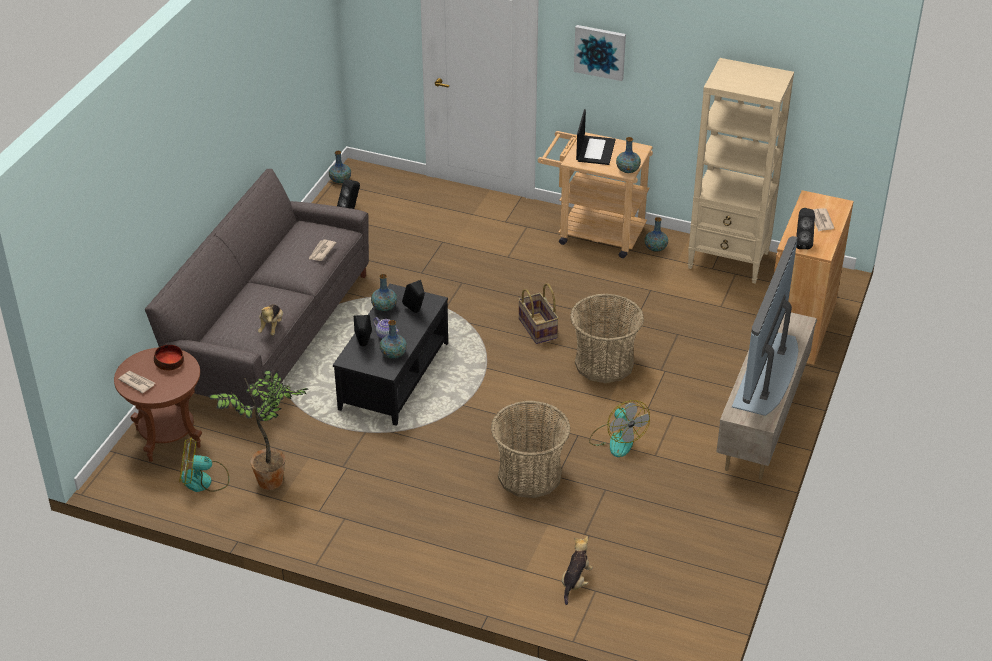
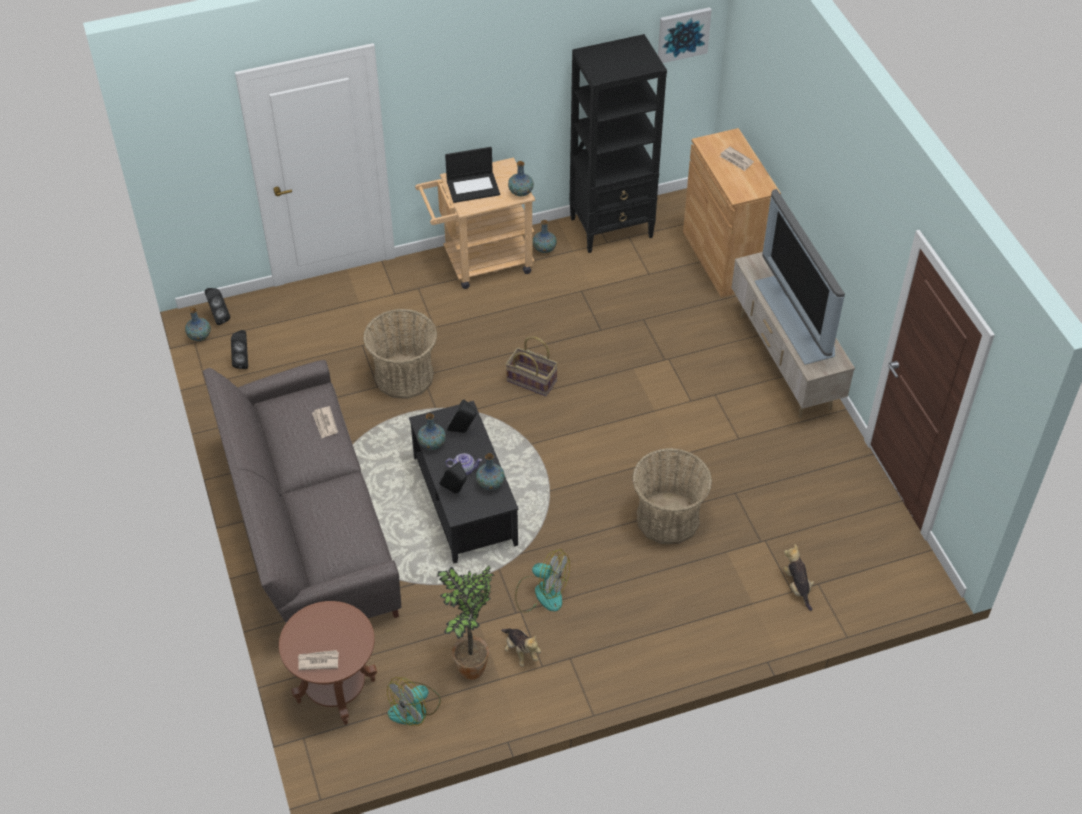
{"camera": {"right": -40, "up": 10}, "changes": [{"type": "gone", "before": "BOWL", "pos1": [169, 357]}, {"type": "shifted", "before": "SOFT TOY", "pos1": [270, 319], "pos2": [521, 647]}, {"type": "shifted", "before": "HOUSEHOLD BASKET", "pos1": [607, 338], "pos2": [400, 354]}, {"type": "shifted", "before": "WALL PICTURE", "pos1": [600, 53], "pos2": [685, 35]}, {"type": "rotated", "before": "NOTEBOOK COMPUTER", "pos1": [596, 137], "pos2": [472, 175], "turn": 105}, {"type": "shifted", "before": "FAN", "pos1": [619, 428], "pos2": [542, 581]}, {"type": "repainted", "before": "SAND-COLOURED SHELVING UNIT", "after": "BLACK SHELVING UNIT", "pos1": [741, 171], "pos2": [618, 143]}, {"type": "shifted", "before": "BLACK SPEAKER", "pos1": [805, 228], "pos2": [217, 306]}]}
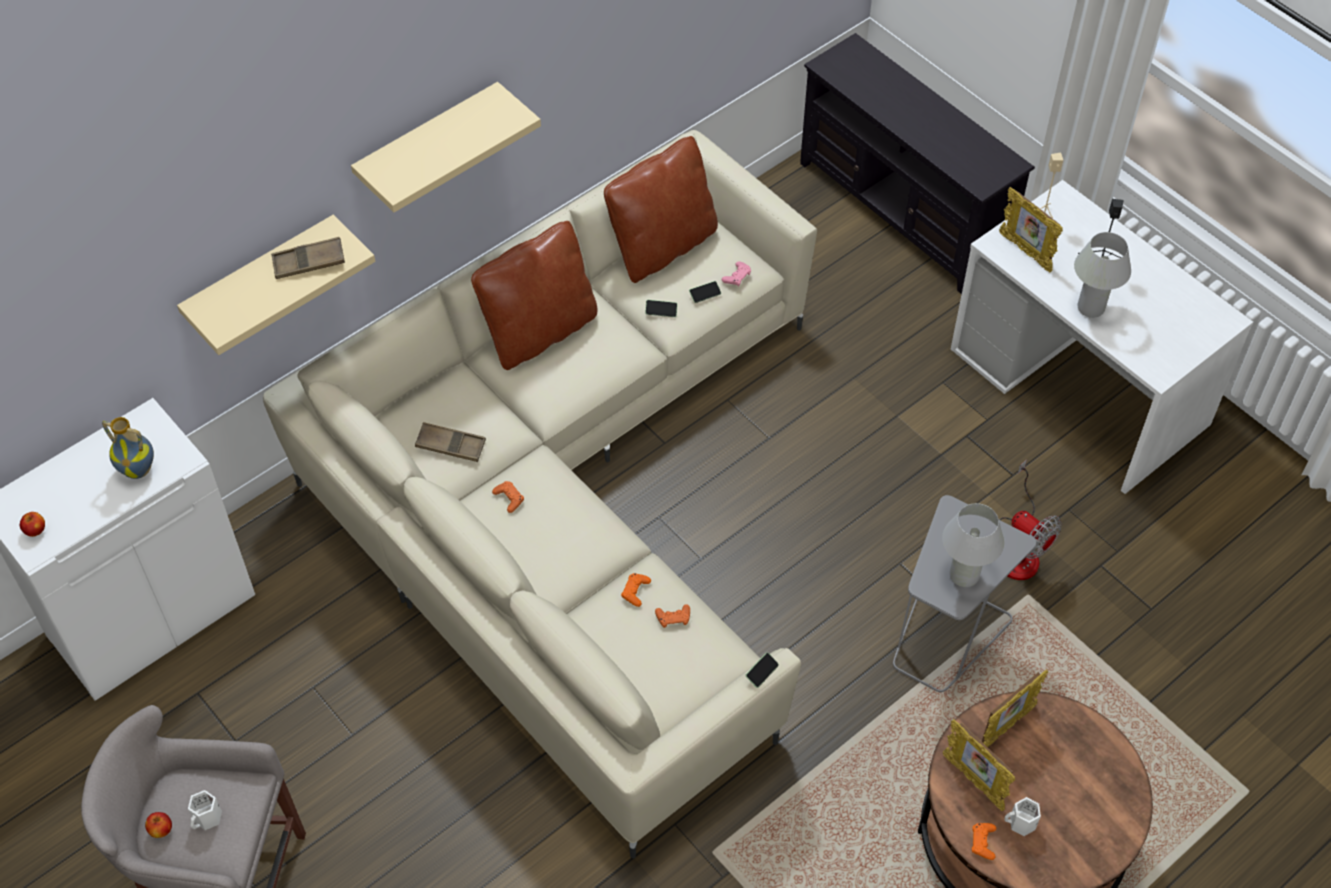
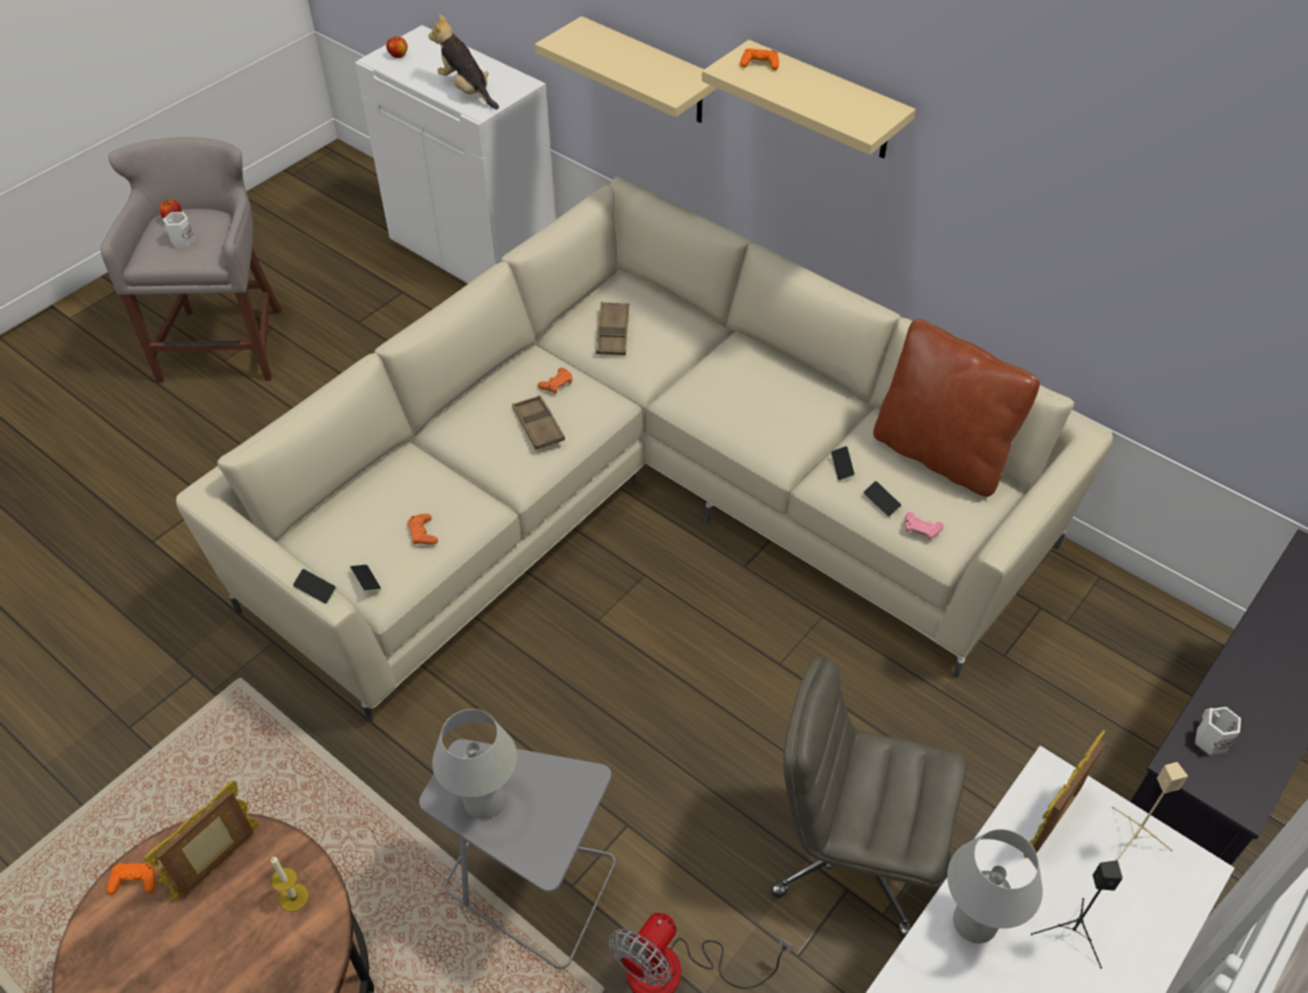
{"camera": {"right": 80, "up": -5}, "changes": [{"type": "swapped", "before": "DECORATIVE VASE", "after": "SOFT TOY", "pos1": [128, 448], "pos2": [463, 62]}, {"type": "shifted", "before": "BROWN CARRYING TRAY", "pos1": [308, 258], "pos2": [538, 422]}, {"type": "gone", "before": "BROWN CUSHION", "pos1": [534, 295]}, {"type": "shifted", "before": "ORANGE GAMEPAD", "pos1": [636, 590], "pos2": [759, 59]}, {"type": "swapped", "before": "PICTURE FRAME", "after": "WAX CANDLE", "pos1": [1015, 708], "pos2": [290, 884]}, {"type": "shifted", "before": "WHITE-COLOURED TEA MUG", "pos1": [1023, 816], "pos2": [1218, 731]}, {"type": "new", "after": "HANDSET", "pos2": [365, 578]}, {"type": "new", "after": "GREY COMPUTER CHAIR", "pos2": [869, 797]}]}
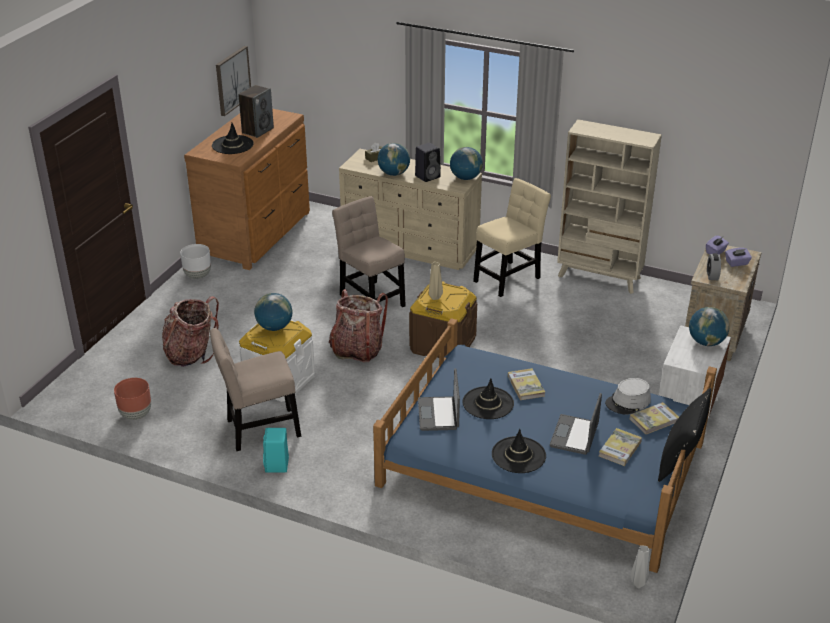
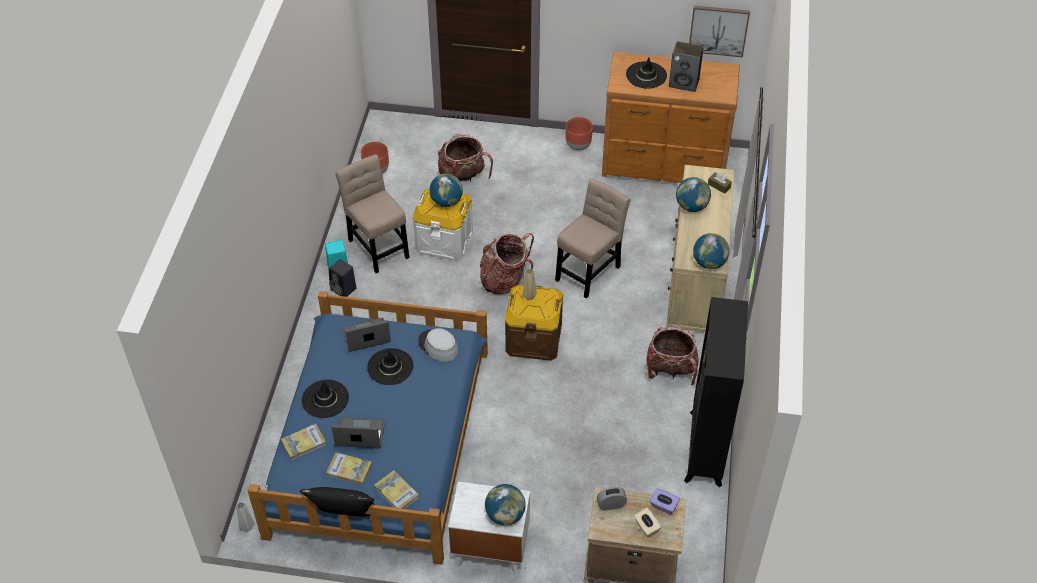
{"camera": {"right": 75, "up": 15}, "changes": [{"type": "repainted", "before": "WHITE-COLOURED PLANT POT", "after": "BROWN PLANT POT", "pos1": [195, 261], "pos2": [579, 134]}, {"type": "shifted", "before": "BLACK SPEAKER", "pos1": [428, 162], "pos2": [342, 278]}, {"type": "swapped", "before": "SAND-COLOURED PLAIN CHAIR", "after": "RUCKSACK", "pos1": [512, 237], "pos2": [672, 354]}, {"type": "shifted", "before": "BOUND BOOK", "pos1": [526, 384], "pos2": [304, 442]}, {"type": "repainted", "before": "SAND-COLOURED SHELVING UNIT", "after": "BLACK SHELVING UNIT", "pos1": [609, 206], "pos2": [716, 392]}, {"type": "shifted", "before": "GREY WEARABLE HAT", "pos1": [628, 396], "pos2": [438, 344]}, {"type": "repainted", "before": "PURPLISH BOX OF TISSUES", "after": "SAND-COLOURED BOX OF TISSUES", "pos1": [738, 257], "pos2": [647, 522]}]}
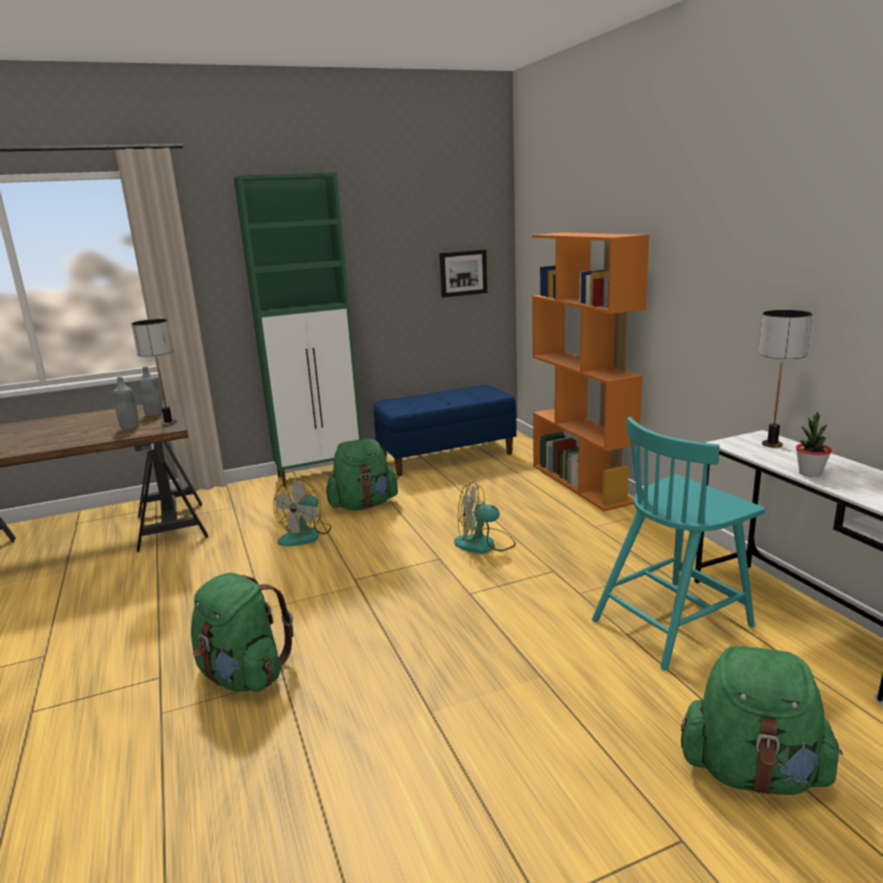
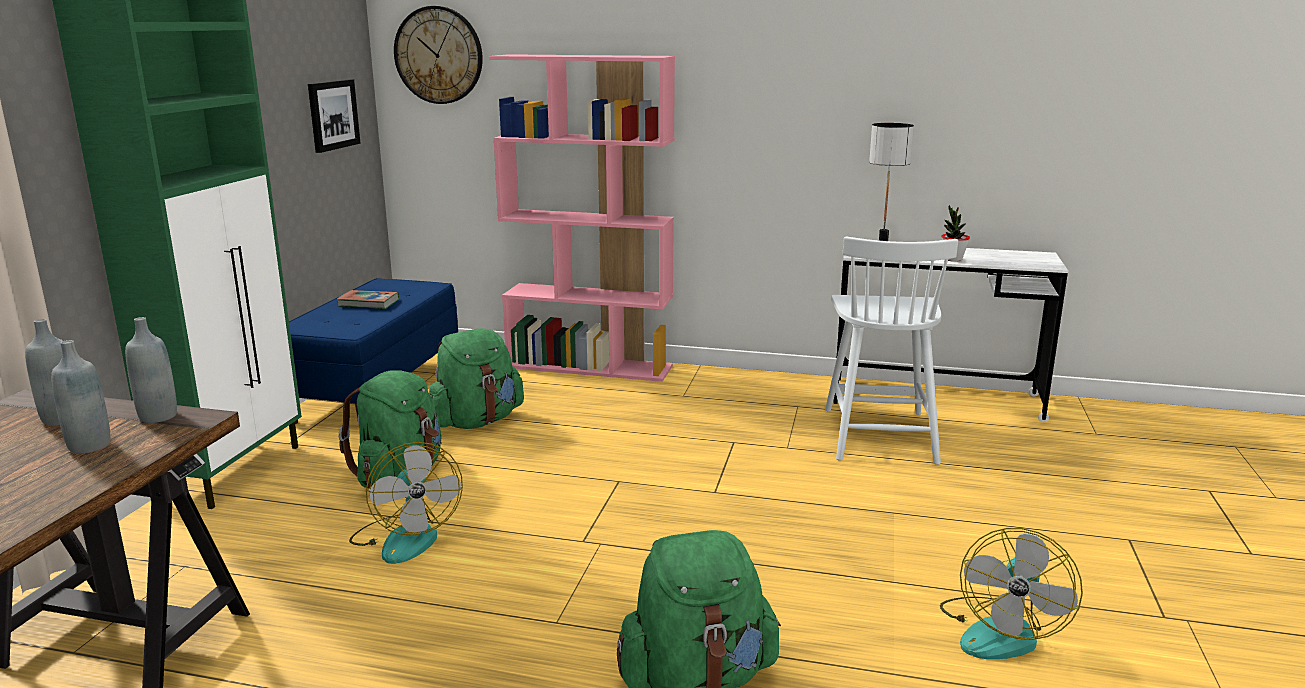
{"camera": {"right": -55, "up": 0}, "changes": [{"type": "swapped", "before": "TABLETOP LAMP", "after": "GREY DRINK BOTTLE", "pos1": [154, 372], "pos2": [151, 370]}, {"type": "shifted", "before": "FAN", "pos1": [485, 518], "pos2": [1011, 593]}, {"type": "repainted", "before": "ORANGE SHELVING UNIT", "after": "PINK-COLOURED SHELVING UNIT", "pos1": [590, 372], "pos2": [582, 218]}, {"type": "repainted", "before": "TURQUOISE PLAIN CHAIR", "after": "WHITE-COLOURED PLAIN CHAIR", "pos1": [678, 543], "pos2": [891, 350]}, {"type": "shifted", "before": "GREEN RUCKSACK", "pos1": [762, 720], "pos2": [476, 378]}, {"type": "new", "after": "BOUND BOOK", "pos2": [368, 299]}, {"type": "new", "after": "CLOCK ON THE WALL", "pos2": [438, 55]}]}
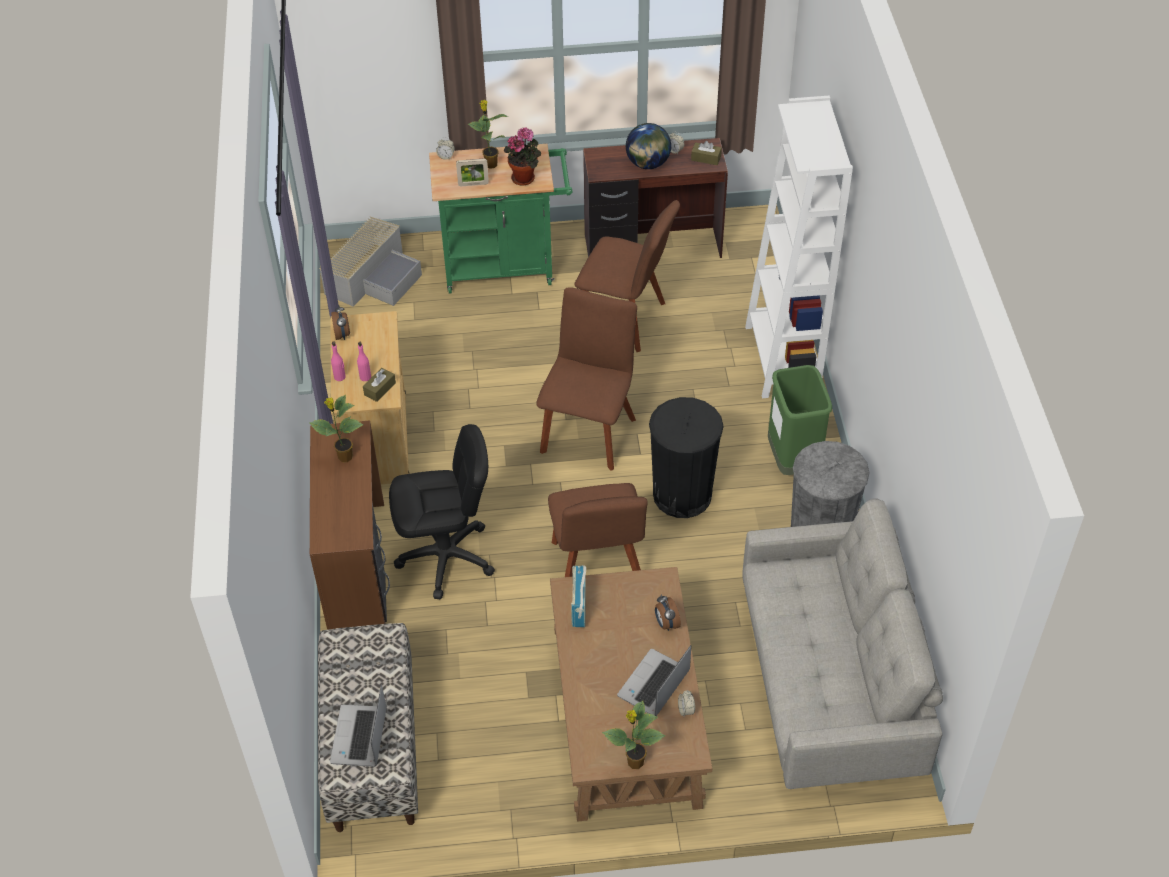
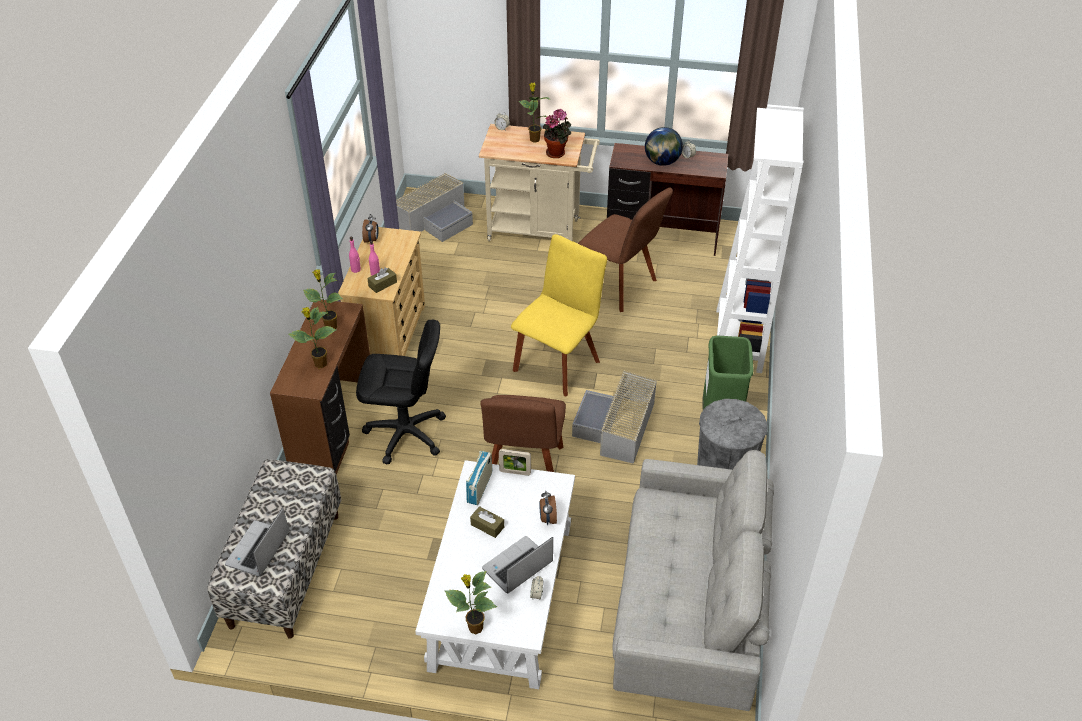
{"camera": {"right": 15, "up": -5}, "changes": [{"type": "repainted", "before": "GREEN CART", "after": "SAND-COLOURED CART", "pos1": [500, 219], "pos2": [539, 182]}, {"type": "shifted", "before": "PICTURE FRAME", "pos1": [472, 172], "pos2": [515, 462]}, {"type": "repainted", "before": "BROWN PLAIN CHAIR", "after": "YELLOW PLAIN CHAIR", "pos1": [586, 379], "pos2": [559, 315]}, {"type": "repainted", "before": "BROWN LOUNGE TABLE", "after": "WHITE-COLOURED LOUNGE TABLE", "pos1": [631, 694], "pos2": [495, 574]}, {"type": "swapped", "before": "BLACK RUBBISH BIN", "after": "GREY STORAGE BIN", "pos1": [686, 457], "pos2": [614, 417]}, {"type": "shifted", "before": "BROWN BOX OF TISSUES", "pos1": [706, 153], "pos2": [487, 522]}, {"type": "new", "after": "HOUSEPLANT", "pos2": [312, 337]}]}
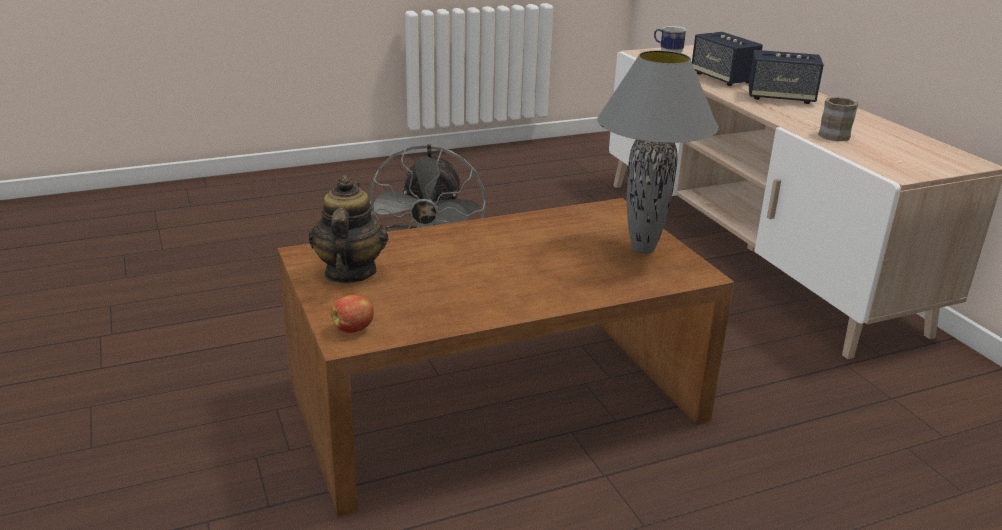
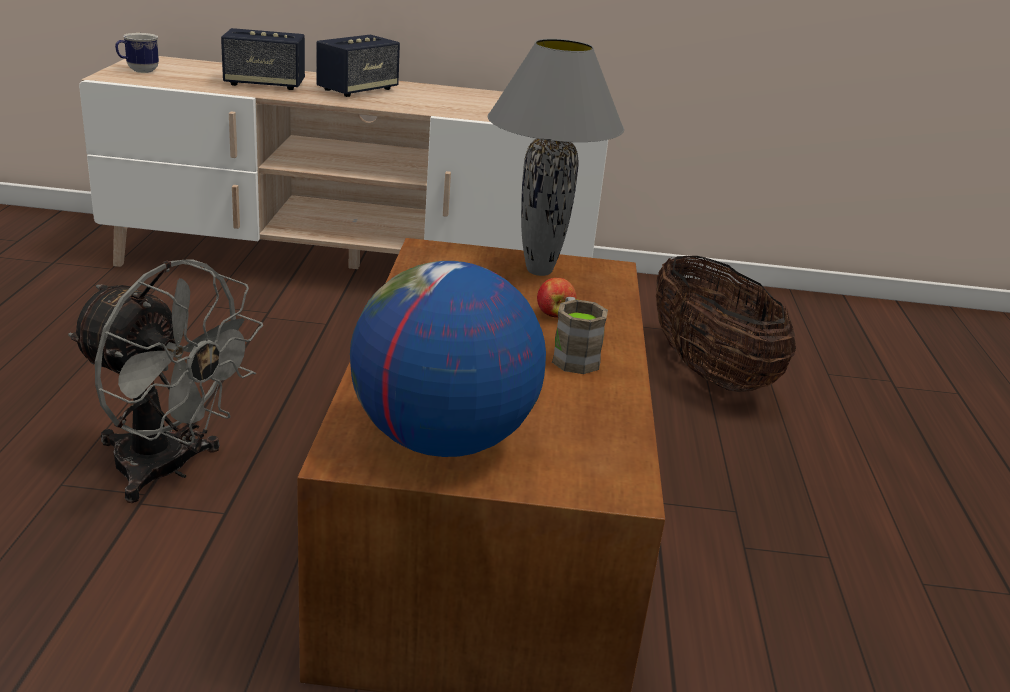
{"camera": {"right": -65, "up": 0}, "changes": [{"type": "swapped", "before": "TEA POT", "after": "WORLD GLOBE", "pos1": [349, 229], "pos2": [448, 359]}, {"type": "shifted", "before": "APPLE", "pos1": [352, 314], "pos2": [556, 298]}, {"type": "shifted", "before": "BROWN TEA MUG", "pos1": [838, 119], "pos2": [580, 335]}, {"type": "new", "after": "HOUSEHOLD BASKET", "pos2": [726, 324]}]}
